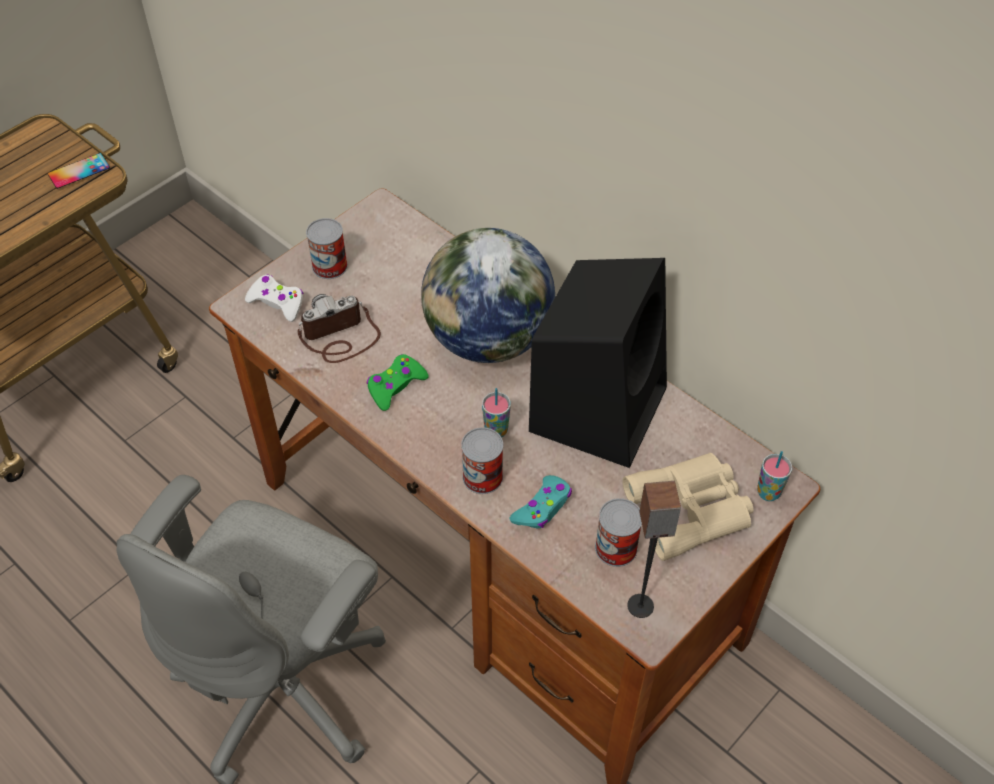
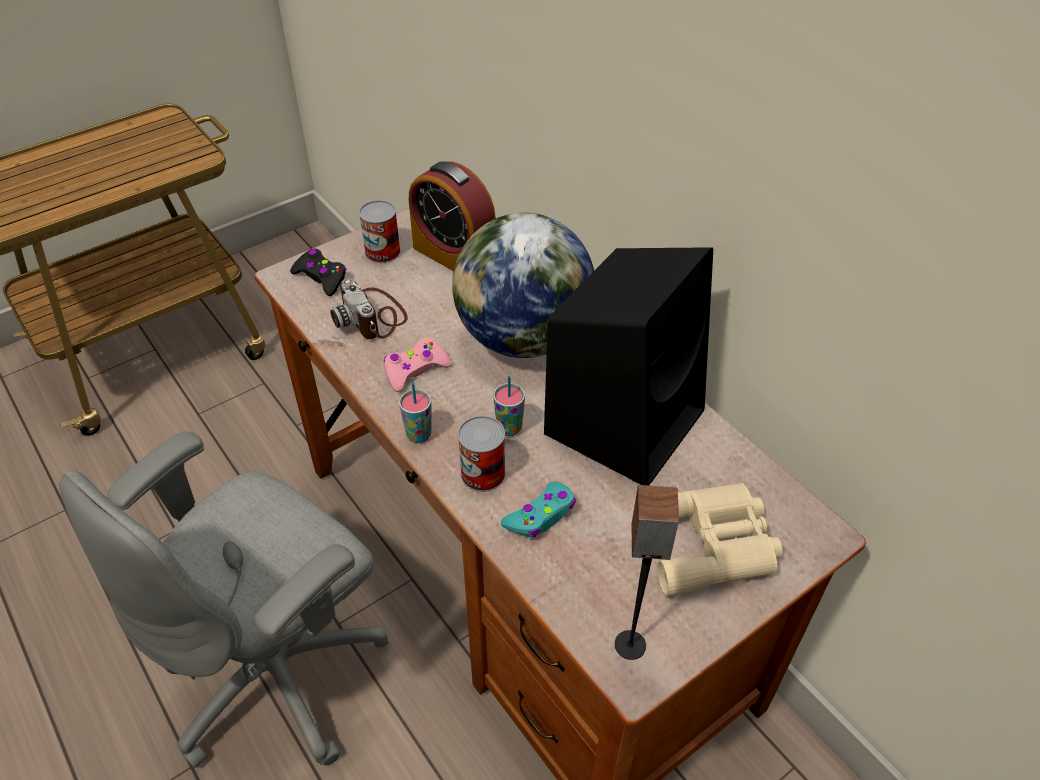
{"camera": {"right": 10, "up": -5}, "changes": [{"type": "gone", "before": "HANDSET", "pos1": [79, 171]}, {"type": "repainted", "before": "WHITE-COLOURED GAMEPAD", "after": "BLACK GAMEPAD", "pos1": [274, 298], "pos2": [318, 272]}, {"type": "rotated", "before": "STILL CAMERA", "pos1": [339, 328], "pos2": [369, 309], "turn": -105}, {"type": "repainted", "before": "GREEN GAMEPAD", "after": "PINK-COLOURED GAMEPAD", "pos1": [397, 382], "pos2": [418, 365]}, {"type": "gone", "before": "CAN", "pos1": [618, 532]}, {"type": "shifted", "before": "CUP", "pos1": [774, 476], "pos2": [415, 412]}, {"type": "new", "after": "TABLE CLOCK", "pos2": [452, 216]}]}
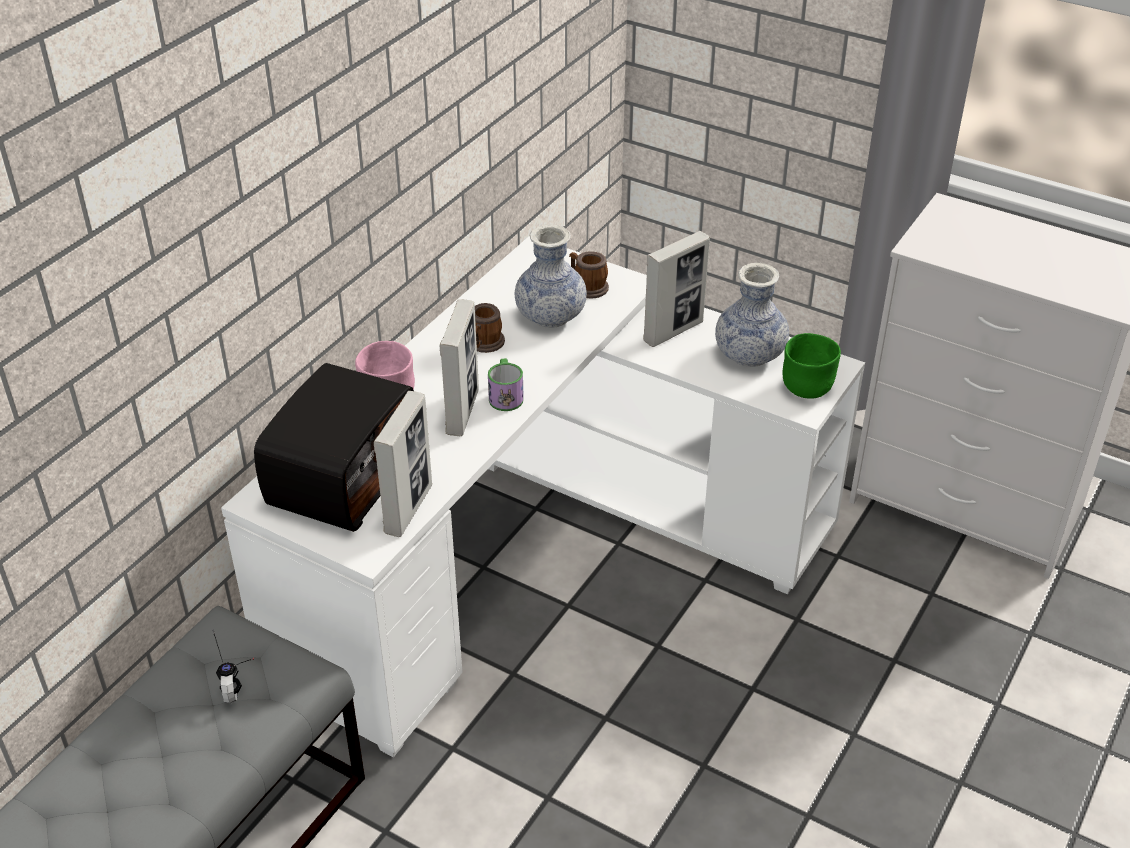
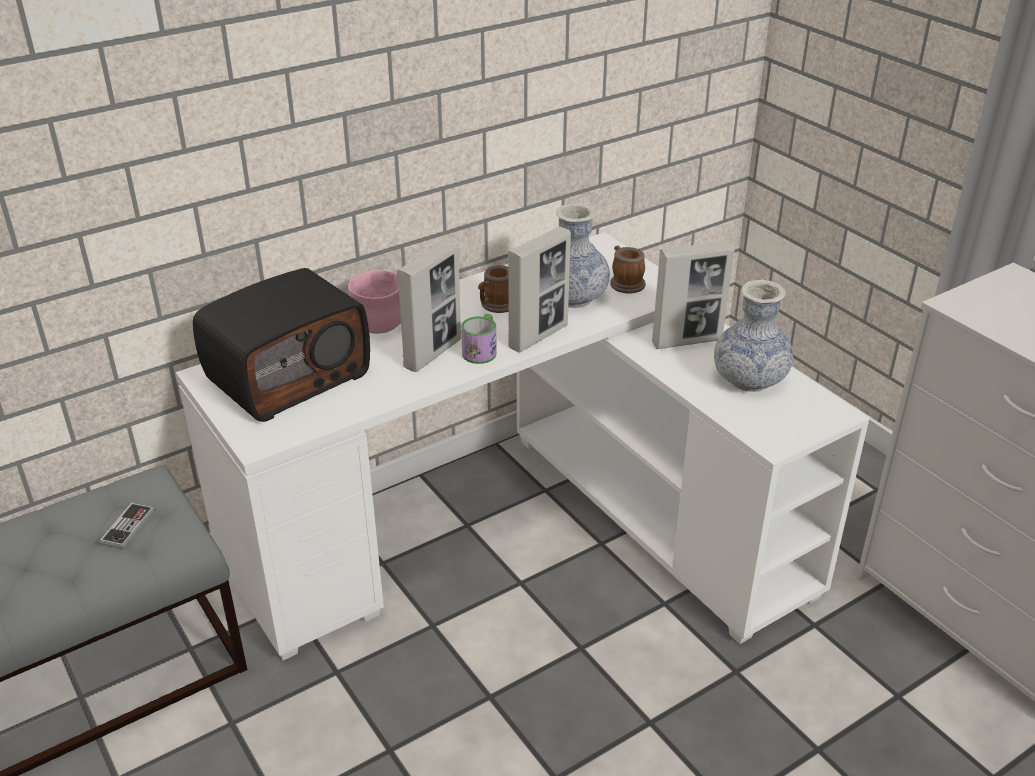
{"camera": {"right": 25, "up": -5}, "changes": [{"type": "swapped", "before": "HEADPHONES", "after": "GAMEPAD", "pos1": [233, 666], "pos2": [127, 526]}, {"type": "shifted", "before": "PICTURE FRAME", "pos1": [403, 464], "pos2": [539, 289]}, {"type": "gone", "before": "GREEN BOWL", "pos1": [812, 366]}]}
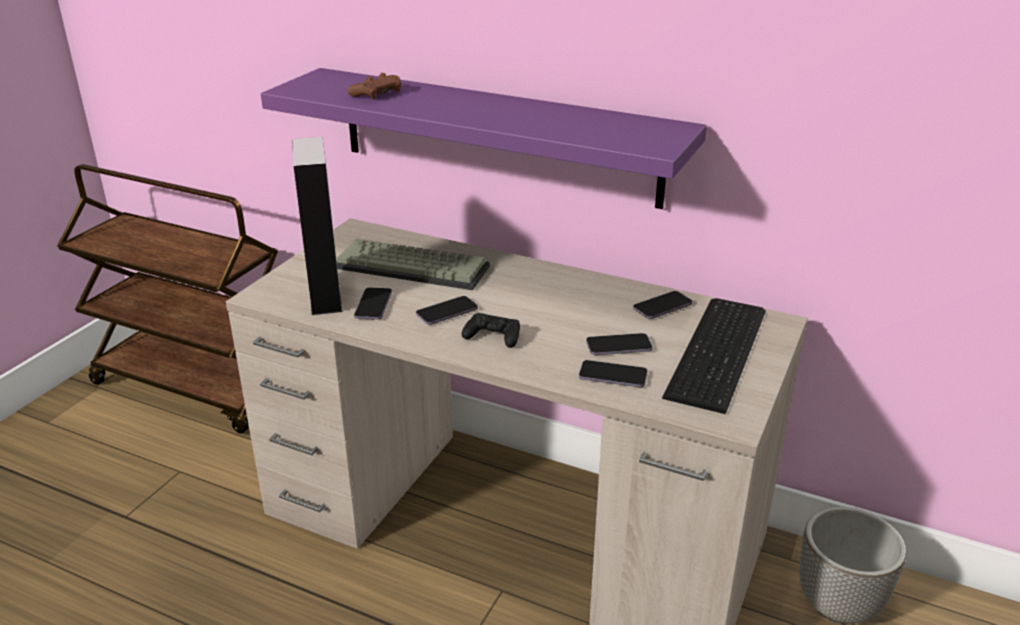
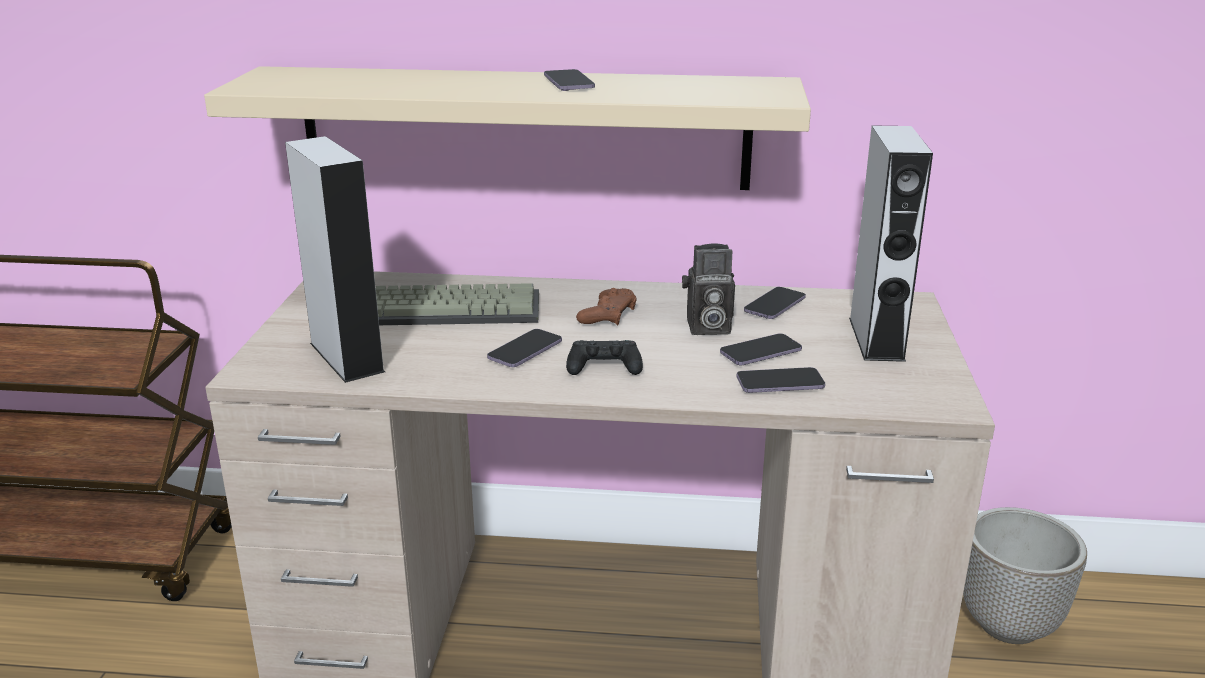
{"camera": {"right": -20, "up": -5}, "changes": [{"type": "repainted", "before": "PURPLISH BRACKET SHELF", "after": "SAND-COLOURED BRACKET SHELF", "pos1": [484, 138], "pos2": [507, 128]}, {"type": "shifted", "before": "BROWN GAMEPAD", "pos1": [374, 86], "pos2": [606, 306]}, {"type": "shifted", "before": "HANDSET", "pos1": [373, 304], "pos2": [569, 80]}, {"type": "swapped", "before": "PC KEYBOARD", "after": "GREY SPEAKER", "pos1": [714, 356], "pos2": [891, 243]}, {"type": "new", "after": "STILL CAMERA", "pos2": [708, 289]}]}
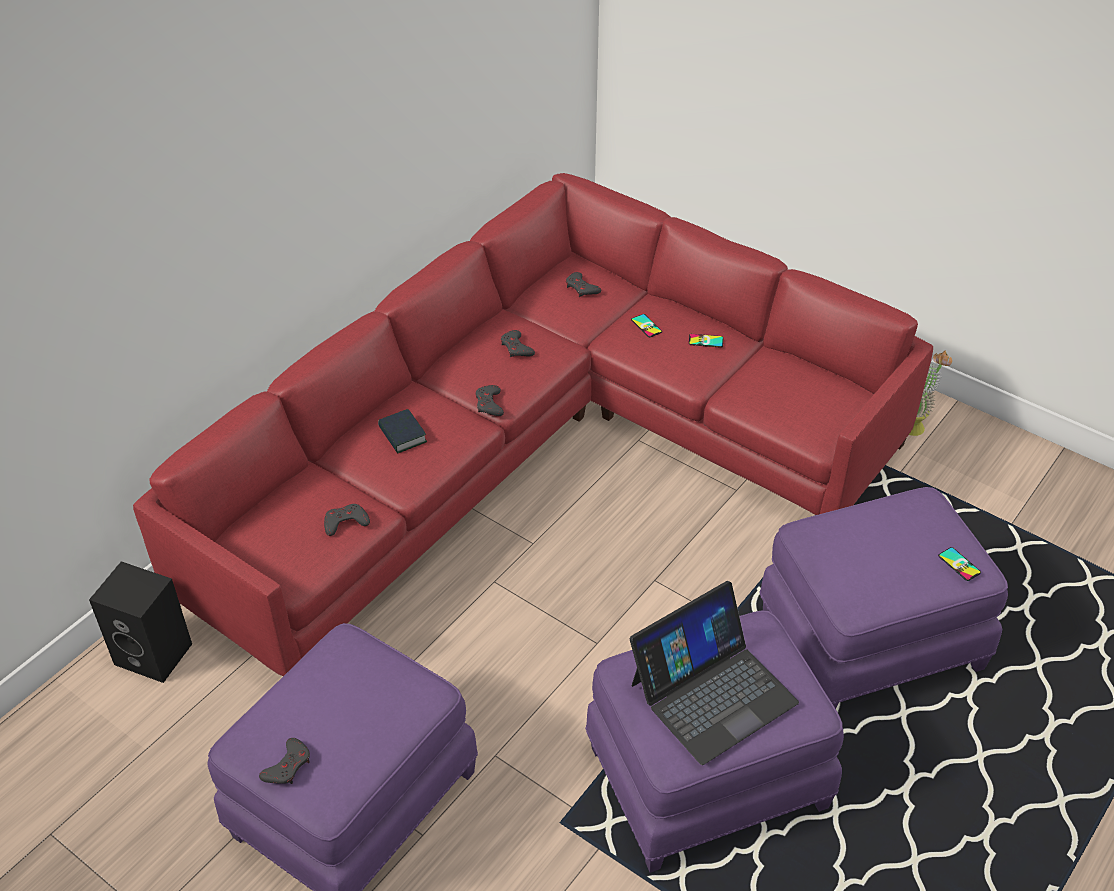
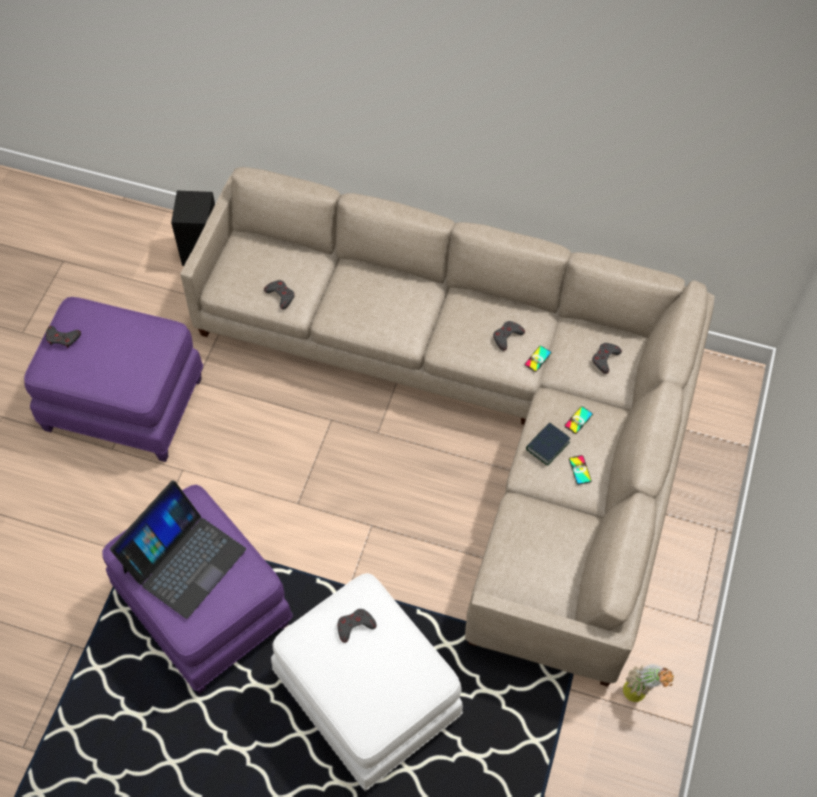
{"camera": {"right": 70, "up": 15}, "changes": [{"type": "repainted", "before": "RED-COLOURED SETTEE", "after": "SAND-COLOURED SETTEE", "pos1": [533, 424], "pos2": [447, 426]}, {"type": "shifted", "before": "BOUND BOOK", "pos1": [402, 431], "pos2": [548, 444]}, {"type": "shifted", "before": "GREY GAMEPAD", "pos1": [489, 400], "pos2": [357, 626]}, {"type": "rotated", "before": "NOTEBOOK COMPUTER", "pos1": [714, 673], "pos2": [178, 549], "turn": -90}, {"type": "repainted", "before": "PURPLISH OTTOMAN", "after": "WHITE-COLOURED OTTOMAN", "pos1": [883, 598], "pos2": [367, 682]}, {"type": "shifted", "before": "HANDSET", "pos1": [959, 564], "pos2": [538, 359]}]}
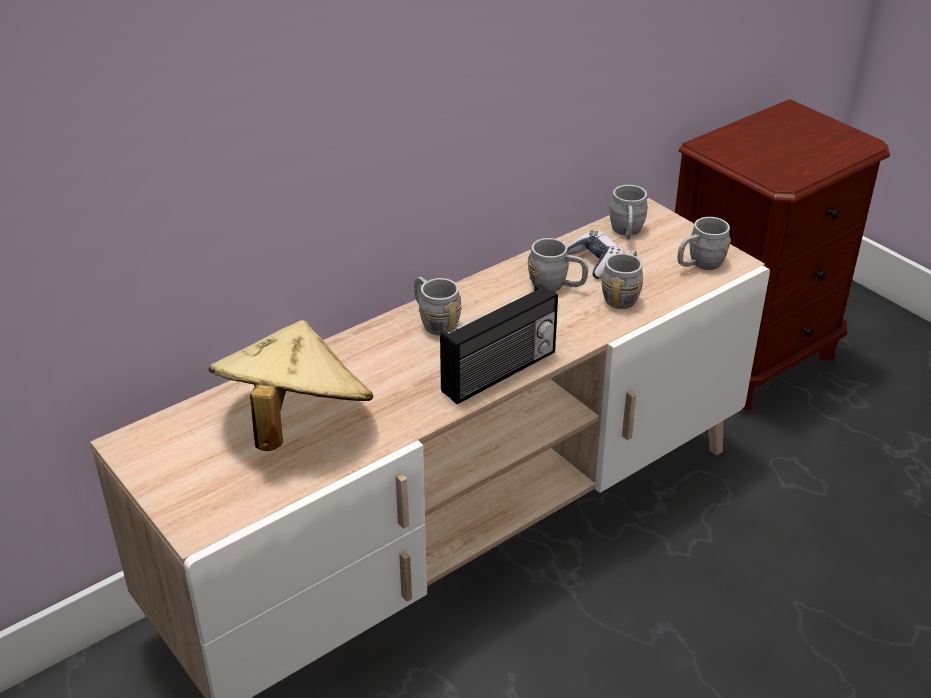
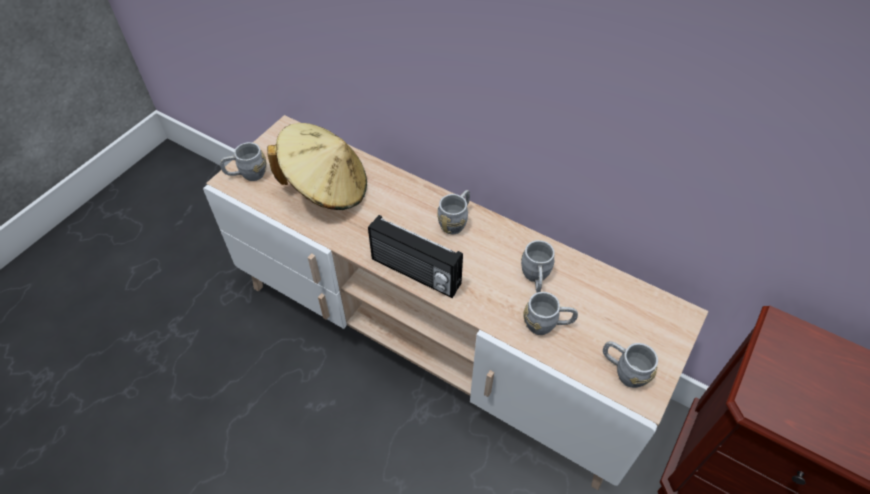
{"camera": {"right": 70, "up": 15}, "changes": [{"type": "gone", "before": "GAMEPAD", "pos1": [596, 254]}, {"type": "shifted", "before": "GREY TEA MUG", "pos1": [628, 212], "pos2": [243, 161]}]}
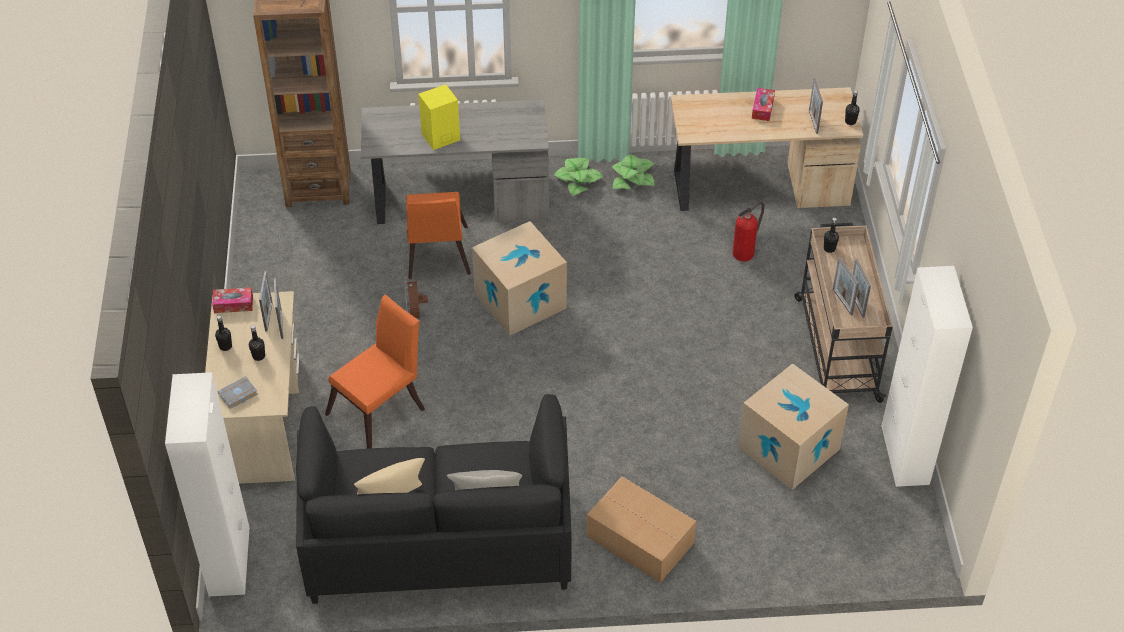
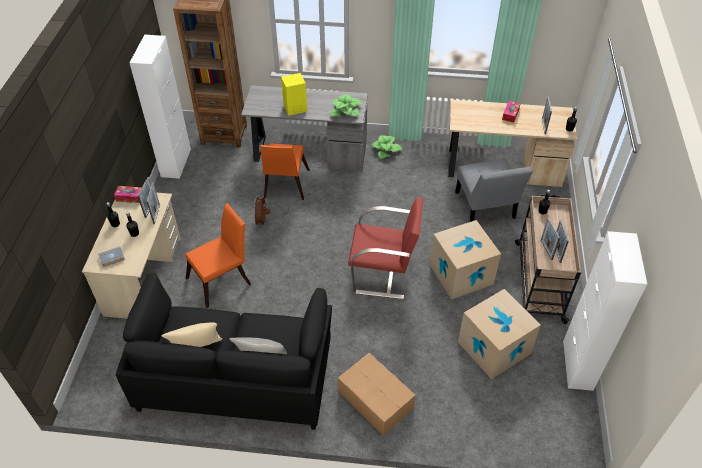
{"camera": {"right": 10, "up": 0}, "changes": [{"type": "shifted", "before": "WHITE-COLOURED CUPBOARD", "pos1": [207, 484], "pos2": [160, 107]}, {"type": "shifted", "before": "PACKING BOX", "pos1": [519, 278], "pos2": [465, 259]}, {"type": "shifted", "before": "HOUSEPLANT", "pos1": [633, 172], "pos2": [345, 105]}, {"type": "swapped", "before": "EXTINGUISHER", "after": "GREY PLAIN CHAIR", "pos1": [748, 231], "pos2": [494, 190]}, {"type": "new", "after": "RED-COLOURED EASY CHAIR", "pos2": [386, 248]}]}
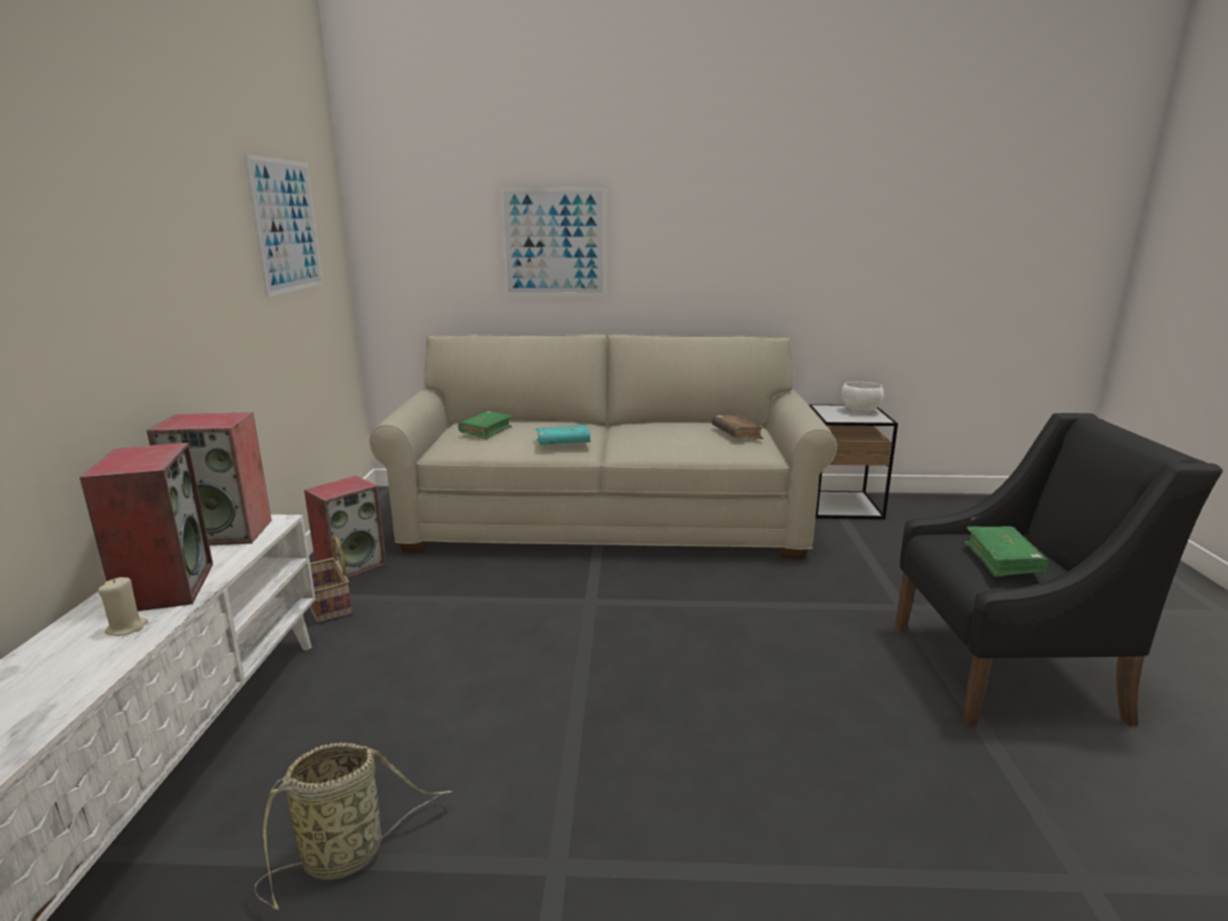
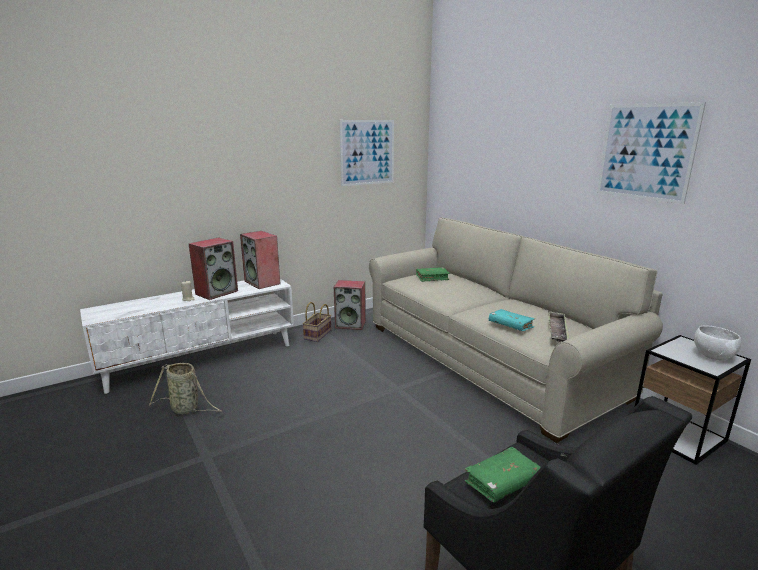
{"camera": {"right": 55, "up": 0}, "changes": [{"type": "shifted", "before": "WALL PICTURE", "pos1": [553, 241], "pos2": [651, 153]}, {"type": "shifted", "before": "TURQUOISE BOUND BOOK", "pos1": [563, 435], "pos2": [512, 320]}, {"type": "swapped", "before": "BROWN BOUND BOOK", "after": "CARRYING TRAY", "pos1": [738, 427], "pos2": [558, 326]}]}
